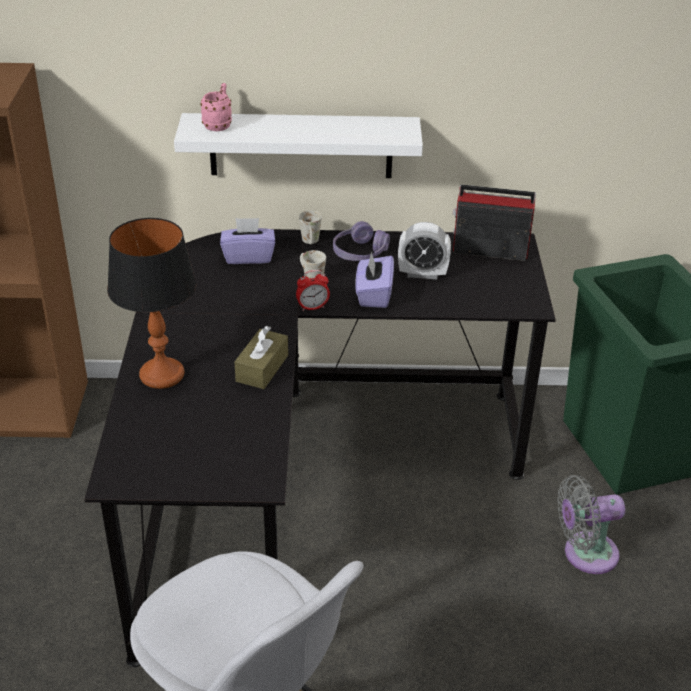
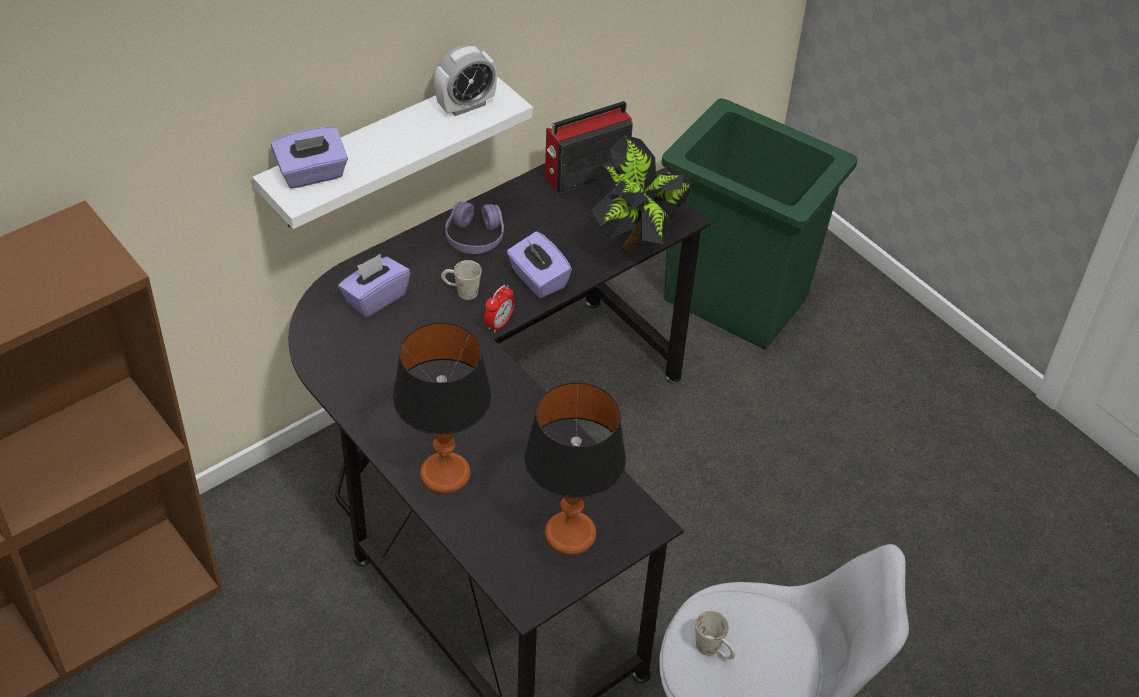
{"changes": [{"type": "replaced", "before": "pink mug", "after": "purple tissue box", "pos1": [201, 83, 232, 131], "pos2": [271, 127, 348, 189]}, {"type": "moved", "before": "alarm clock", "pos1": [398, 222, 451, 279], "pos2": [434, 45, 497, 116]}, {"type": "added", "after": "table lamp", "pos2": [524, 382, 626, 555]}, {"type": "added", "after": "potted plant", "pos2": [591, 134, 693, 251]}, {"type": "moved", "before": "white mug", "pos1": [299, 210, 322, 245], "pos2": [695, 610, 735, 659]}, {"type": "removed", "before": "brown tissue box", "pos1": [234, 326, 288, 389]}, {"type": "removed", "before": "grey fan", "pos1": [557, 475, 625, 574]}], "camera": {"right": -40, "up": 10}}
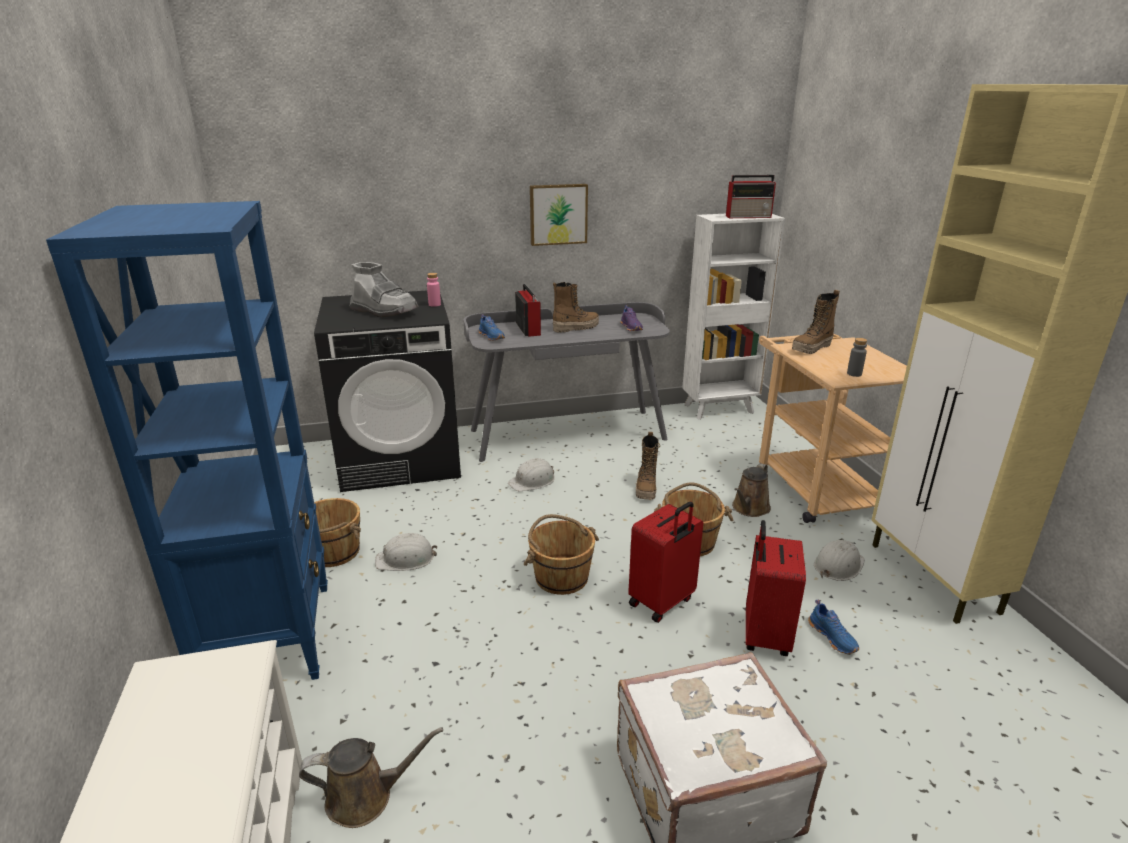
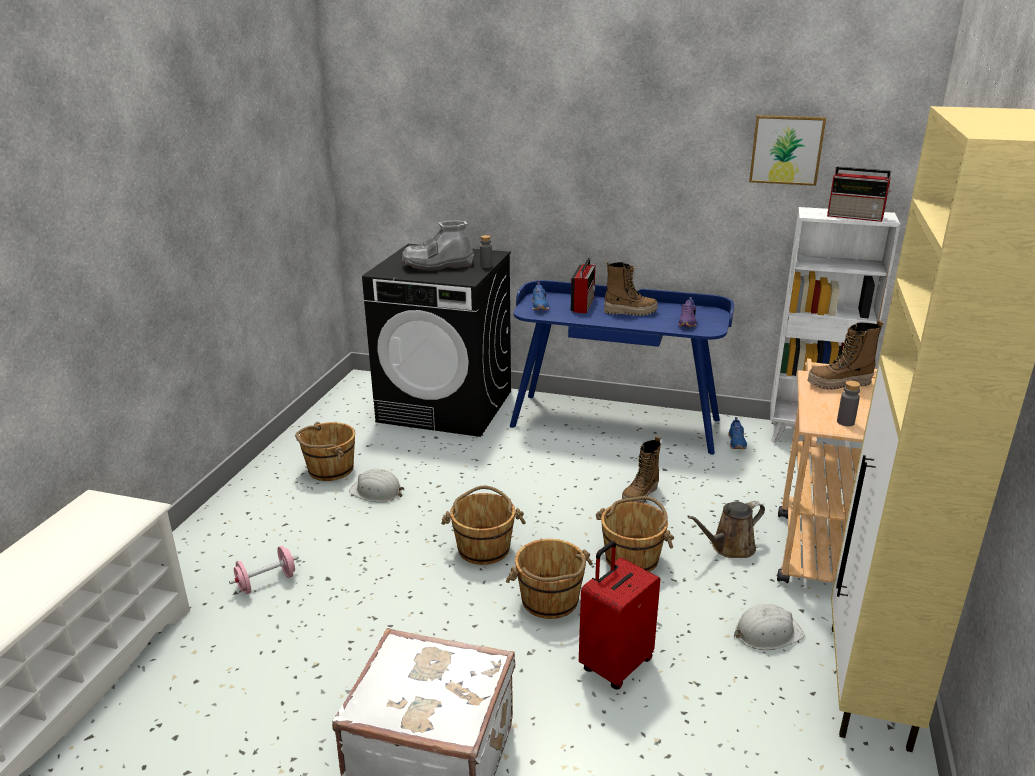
{"changes": [{"type": "added", "after": "pink dumbbell", "pos2": [229, 546, 299, 594]}, {"type": "turned", "before": "grey boot", "pos1": [349, 262, 419, 317], "pos2": [402, 221, 474, 271], "turn": 105}, {"type": "recoloured", "before": "pink bottle", "after": "grey bottle", "pos1": [427, 273, 441, 307], "pos2": [480, 235, 492, 268]}, {"type": "replaced", "before": "red suitcase", "after": "brown bucket", "pos1": [628, 502, 703, 623], "pos2": [506, 539, 593, 619]}, {"type": "recoloured", "before": "grey desk", "after": "blue desk", "pos1": [463, 302, 670, 462], "pos2": [510, 280, 734, 455]}, {"type": "moved", "before": "blue shoe", "pos1": [808, 599, 859, 654], "pos2": [728, 417, 747, 449]}, {"type": "moved", "before": "picture", "pos1": [530, 184, 588, 246], "pos2": [749, 115, 826, 186]}, {"type": "removed", "before": "blue bookcase", "pos1": [46, 201, 328, 680]}, {"type": "removed", "before": "brown watering can", "pos1": [299, 727, 443, 828]}, {"type": "removed", "before": "white hard hat", "pos1": [508, 458, 555, 491]}], "camera": {"right": 30, "up": 0}}
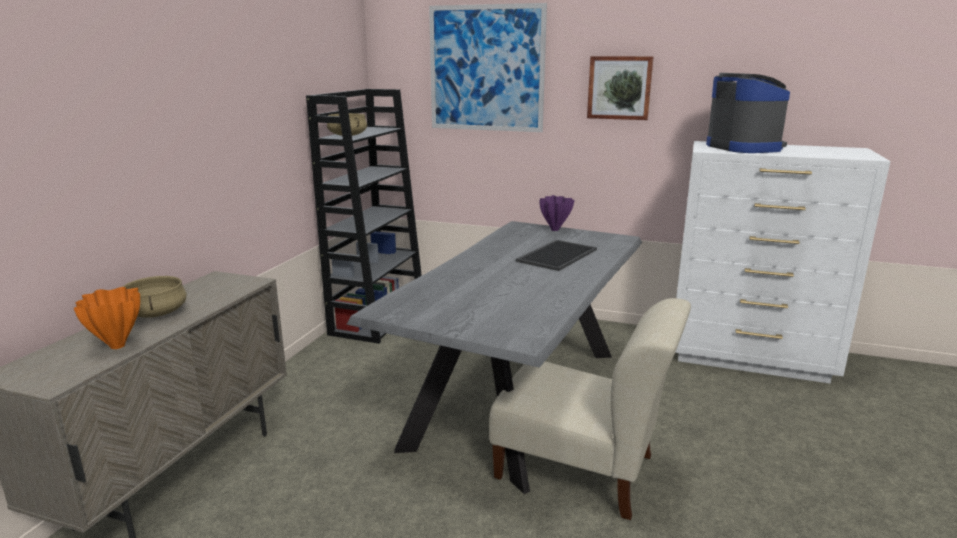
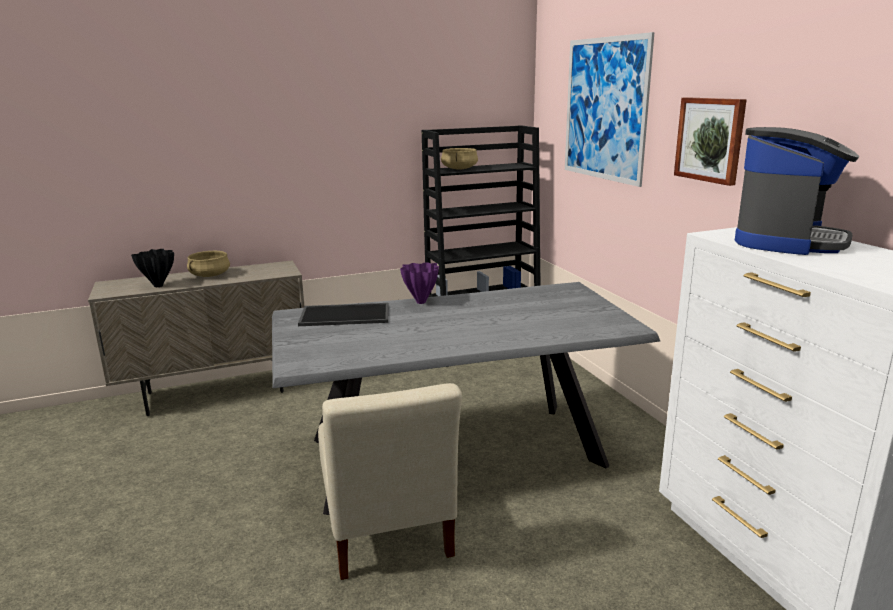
{"changes": [{"type": "recoloured", "before": "orange vase", "after": "black vase", "pos1": [74, 287, 140, 349], "pos2": [131, 249, 174, 287]}, {"type": "moved", "before": "tray", "pos1": [516, 240, 597, 271], "pos2": [298, 303, 388, 326]}, {"type": "moved", "before": "purple vase", "pos1": [539, 195, 575, 231], "pos2": [400, 262, 439, 304]}], "camera": {"right": 50, "up": 0}}
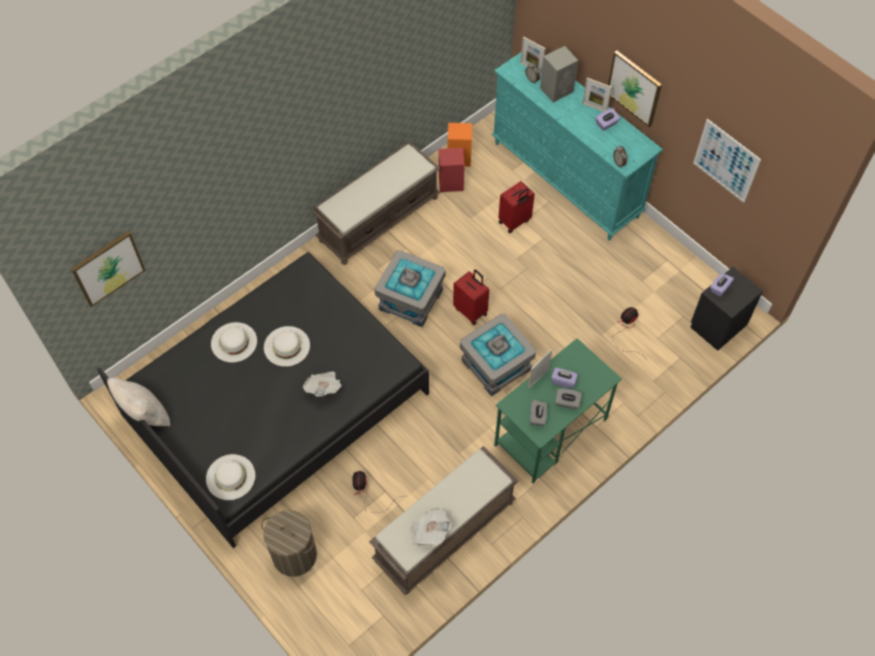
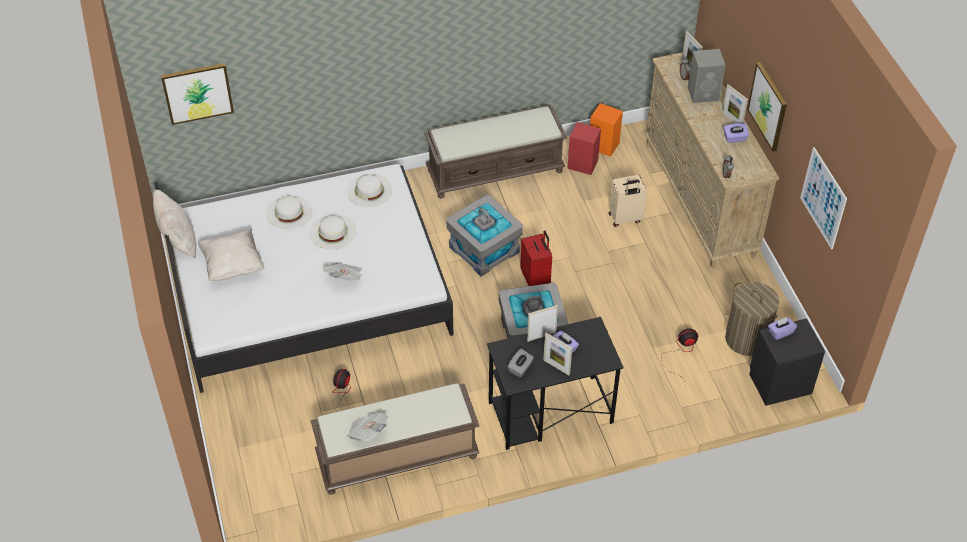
{"changes": [{"type": "recoloured", "before": "black bed", "after": "white bed", "pos1": [97, 252, 429, 548], "pos2": [154, 164, 453, 393]}, {"type": "added", "after": "beige pillow", "pos2": [198, 228, 265, 281]}, {"type": "moved", "before": "white hat", "pos1": [206, 454, 255, 500], "pos2": [347, 174, 392, 207]}, {"type": "recoloured", "before": "green desk", "after": "black desk", "pos1": [494, 338, 622, 484], "pos2": [487, 317, 624, 450]}, {"type": "replaced", "before": "grey tissue box", "after": "picture frame", "pos1": [555, 388, 582, 409], "pos2": [543, 333, 572, 375]}, {"type": "recoloured", "before": "red suitcase", "after": "beige suitcase", "pos1": [498, 181, 535, 233], "pos2": [609, 175, 647, 227]}, {"type": "recoloured", "before": "turquoise dresser", "after": "beige dresser", "pos1": [492, 52, 663, 241], "pos2": [644, 52, 779, 268]}, {"type": "moved", "before": "laundry basket", "pos1": [261, 510, 317, 577], "pos2": [725, 282, 779, 356]}], "camera": {"right": 25, "up": -10}}
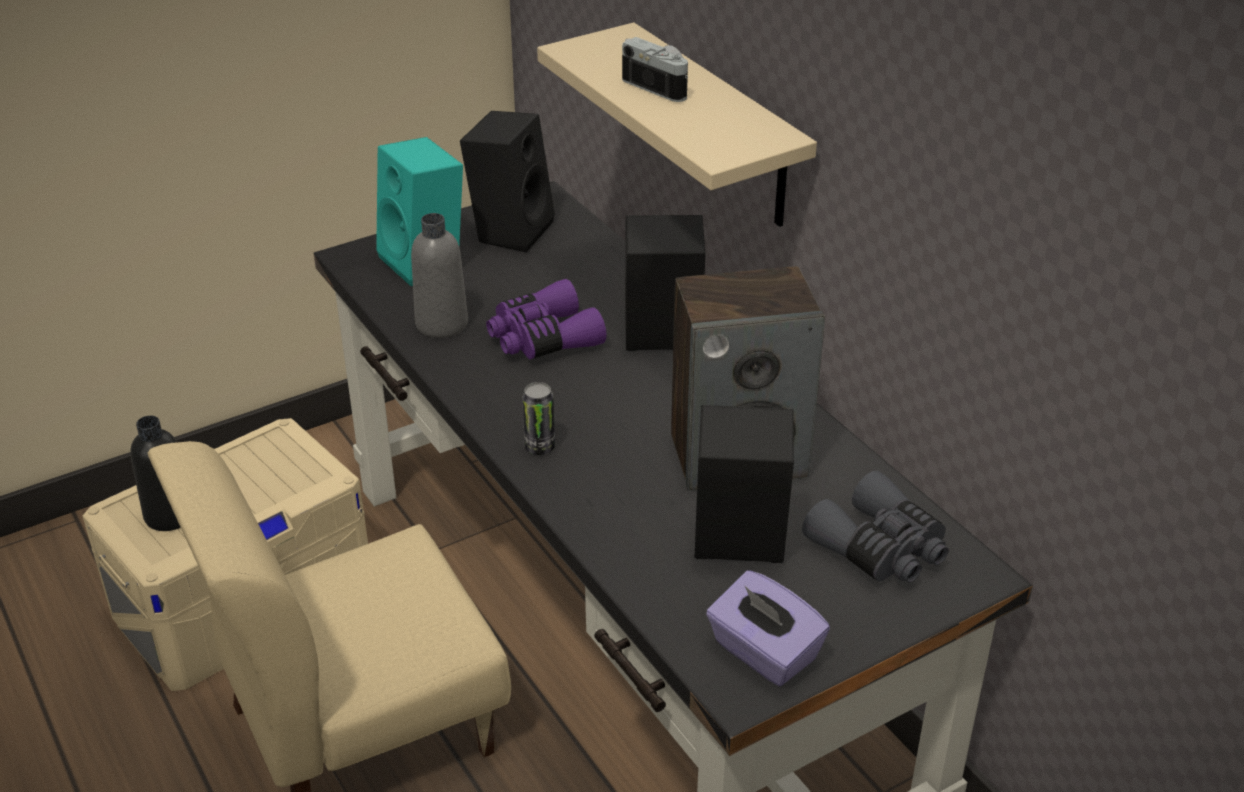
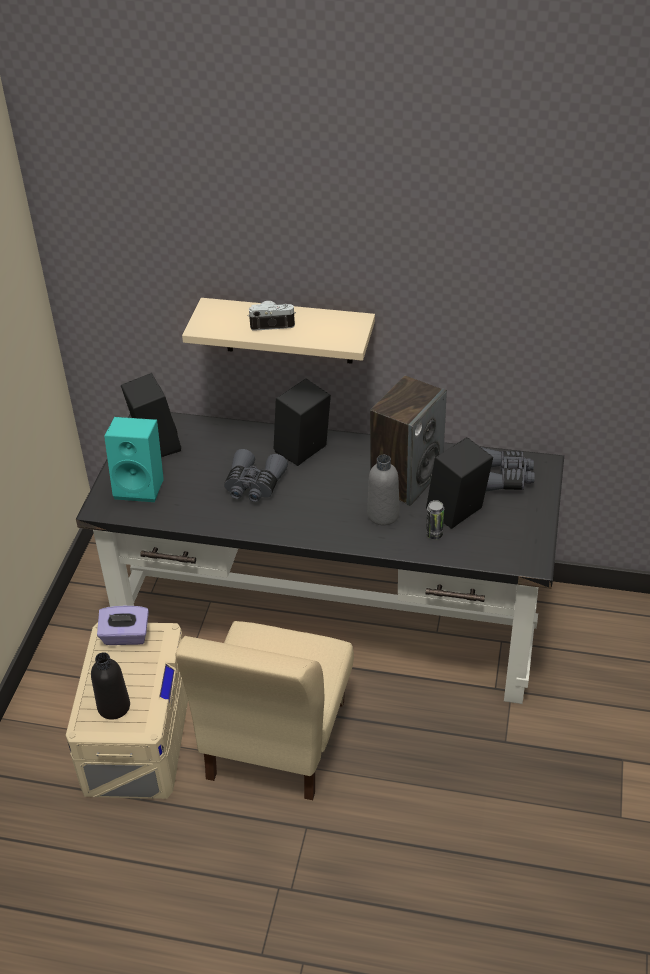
{"changes": [{"type": "moved", "before": "purple tissue box", "pos1": [706, 570, 830, 686], "pos2": [97, 606, 149, 645]}, {"type": "recoloured", "before": "purple binoculars", "after": "grey binoculars", "pos1": [486, 279, 606, 359], "pos2": [224, 449, 288, 502]}, {"type": "moved", "before": "grey bottle", "pos1": [411, 213, 468, 338], "pos2": [367, 455, 400, 526]}, {"type": "moved", "before": "can", "pos1": [522, 382, 555, 455], "pos2": [426, 500, 444, 539]}], "camera": {"right": -45, "up": 5}}
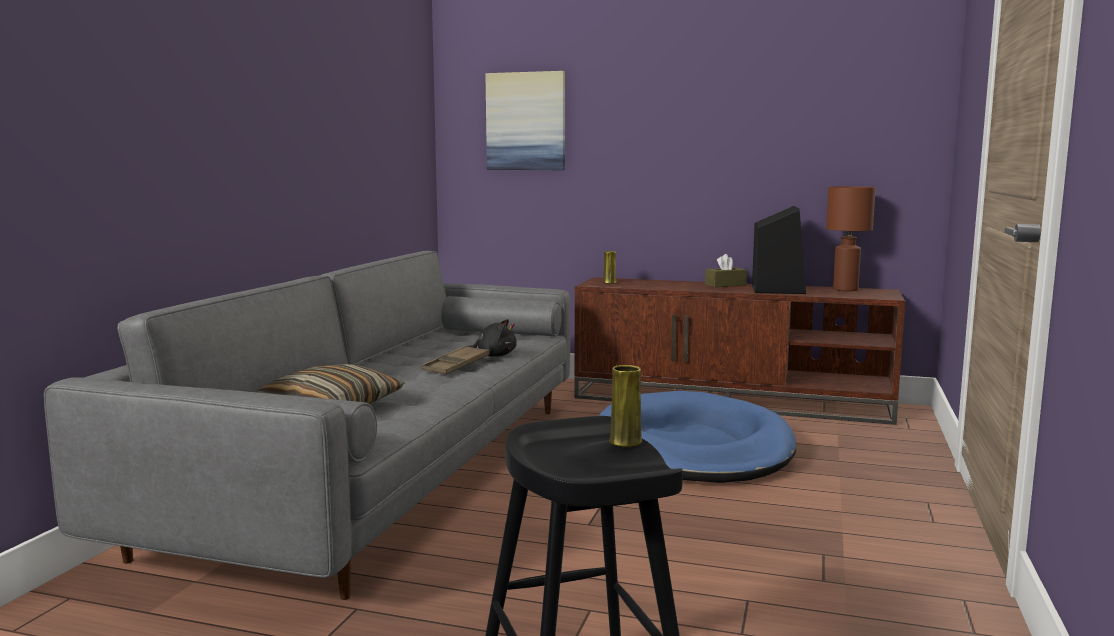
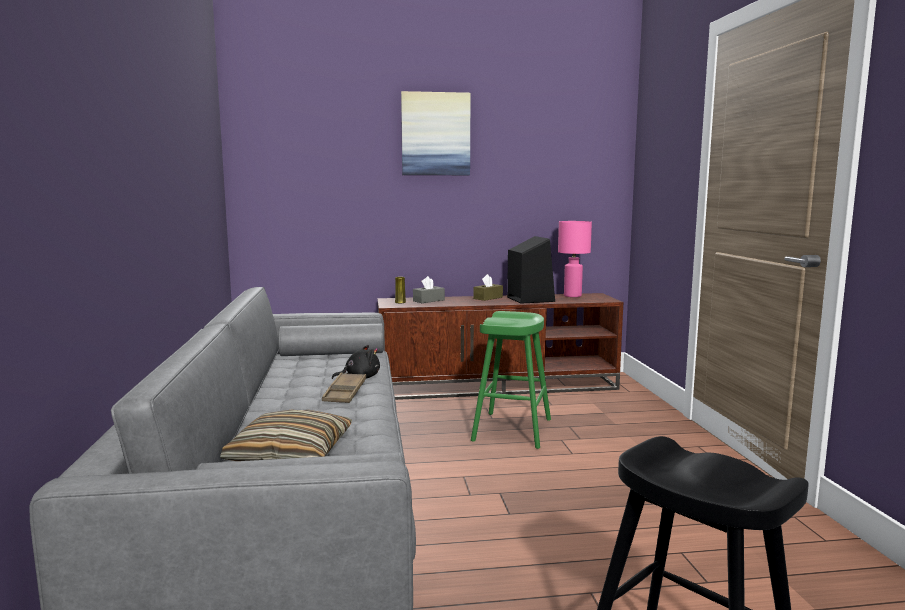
{"changes": [{"type": "moved", "before": "picture", "pos1": [485, 71, 565, 170], "pos2": [401, 91, 470, 175]}, {"type": "added", "after": "grey tissue box", "pos2": [413, 276, 445, 303]}, {"type": "replaced", "before": "blue dog bed", "after": "green stool", "pos1": [599, 391, 796, 483], "pos2": [471, 311, 551, 449]}, {"type": "recoloured", "before": "brown table lamp", "after": "pink table lamp", "pos1": [826, 186, 876, 291], "pos2": [558, 221, 592, 297]}, {"type": "removed", "before": "yellow vase", "pos1": [609, 365, 642, 447]}], "camera": {"right": -25, "up": 0}}
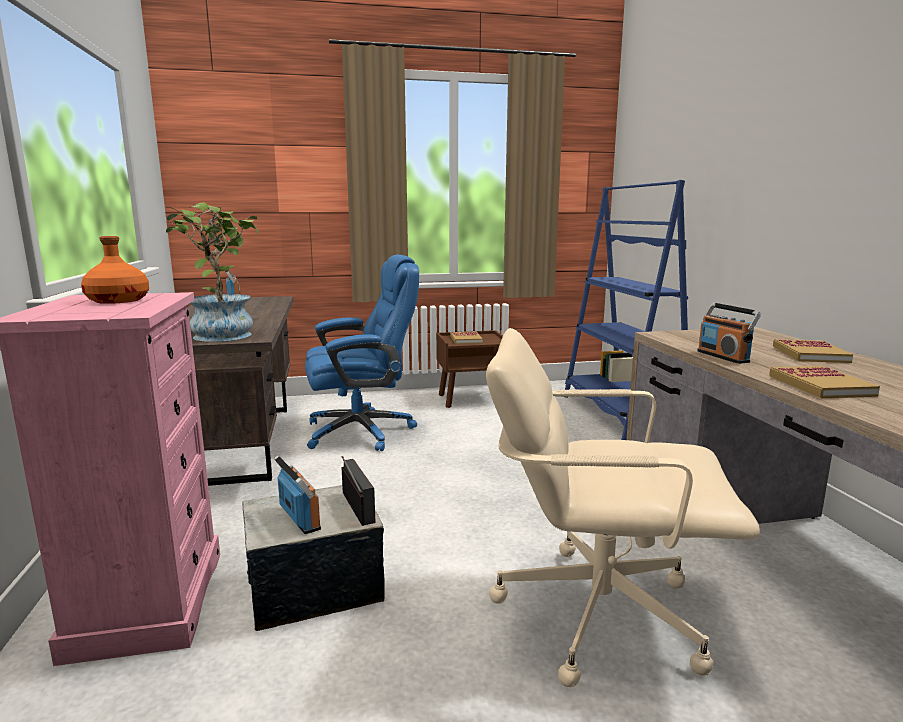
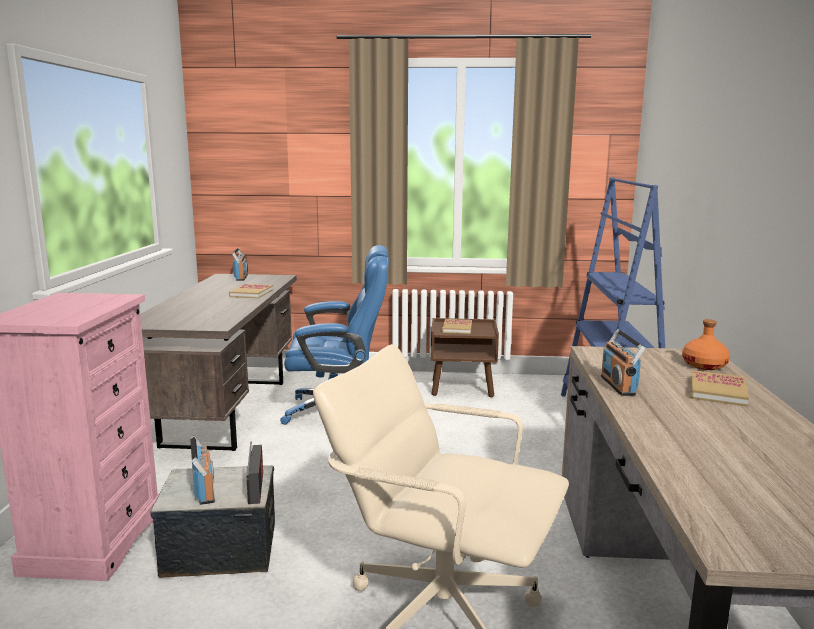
{"changes": [{"type": "moved", "before": "book", "pos1": [769, 366, 880, 398], "pos2": [229, 284, 273, 298]}, {"type": "moved", "before": "orange bottle", "pos1": [81, 236, 149, 304], "pos2": [682, 319, 730, 370]}, {"type": "removed", "before": "potted plant", "pos1": [166, 202, 258, 342]}], "camera": {"right": 15, "up": 0}}
